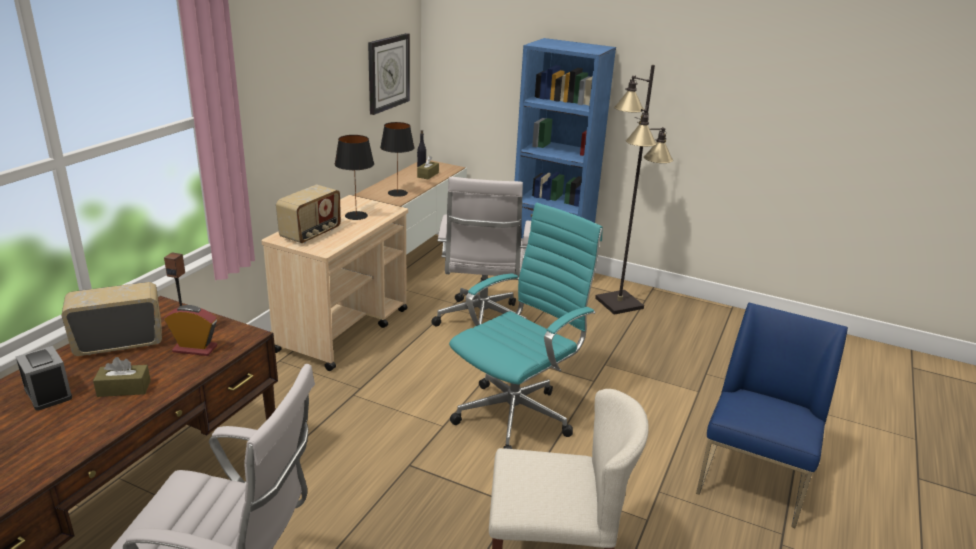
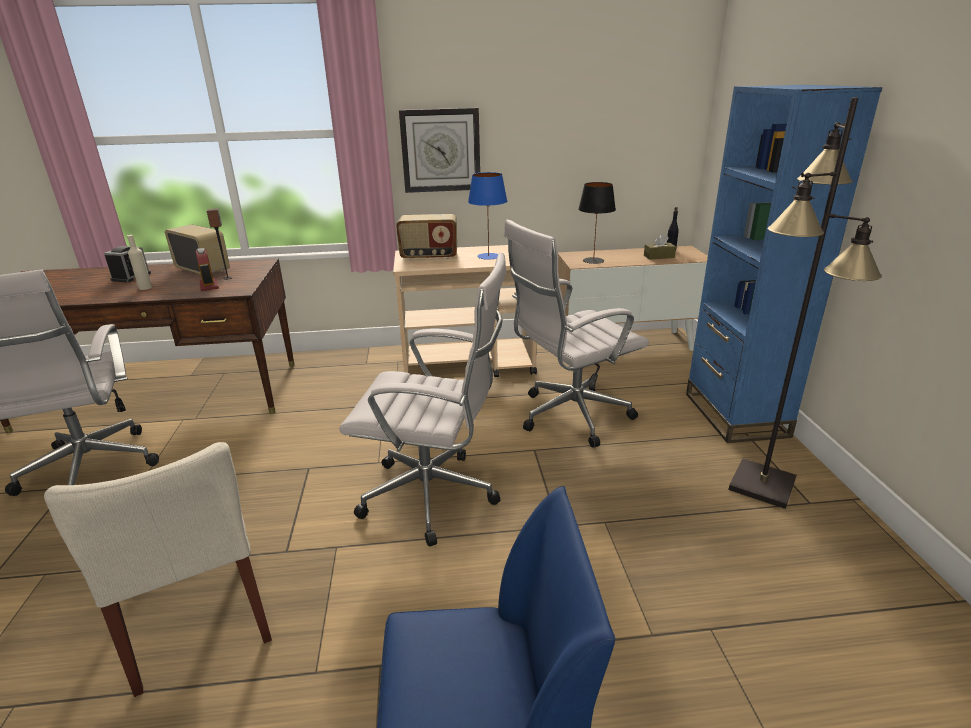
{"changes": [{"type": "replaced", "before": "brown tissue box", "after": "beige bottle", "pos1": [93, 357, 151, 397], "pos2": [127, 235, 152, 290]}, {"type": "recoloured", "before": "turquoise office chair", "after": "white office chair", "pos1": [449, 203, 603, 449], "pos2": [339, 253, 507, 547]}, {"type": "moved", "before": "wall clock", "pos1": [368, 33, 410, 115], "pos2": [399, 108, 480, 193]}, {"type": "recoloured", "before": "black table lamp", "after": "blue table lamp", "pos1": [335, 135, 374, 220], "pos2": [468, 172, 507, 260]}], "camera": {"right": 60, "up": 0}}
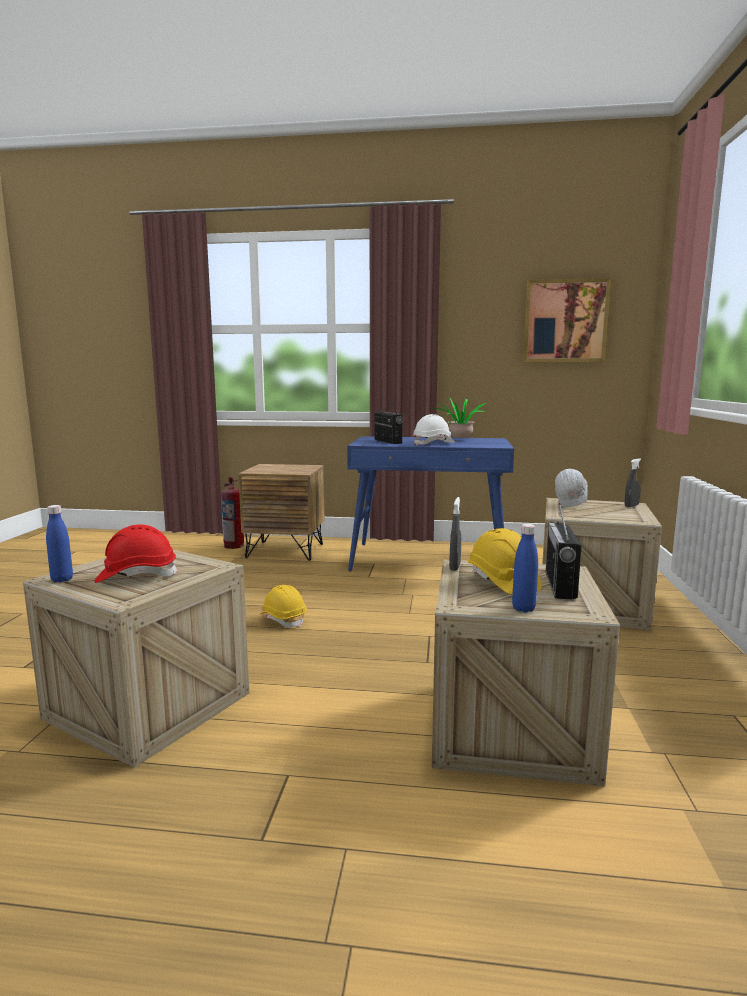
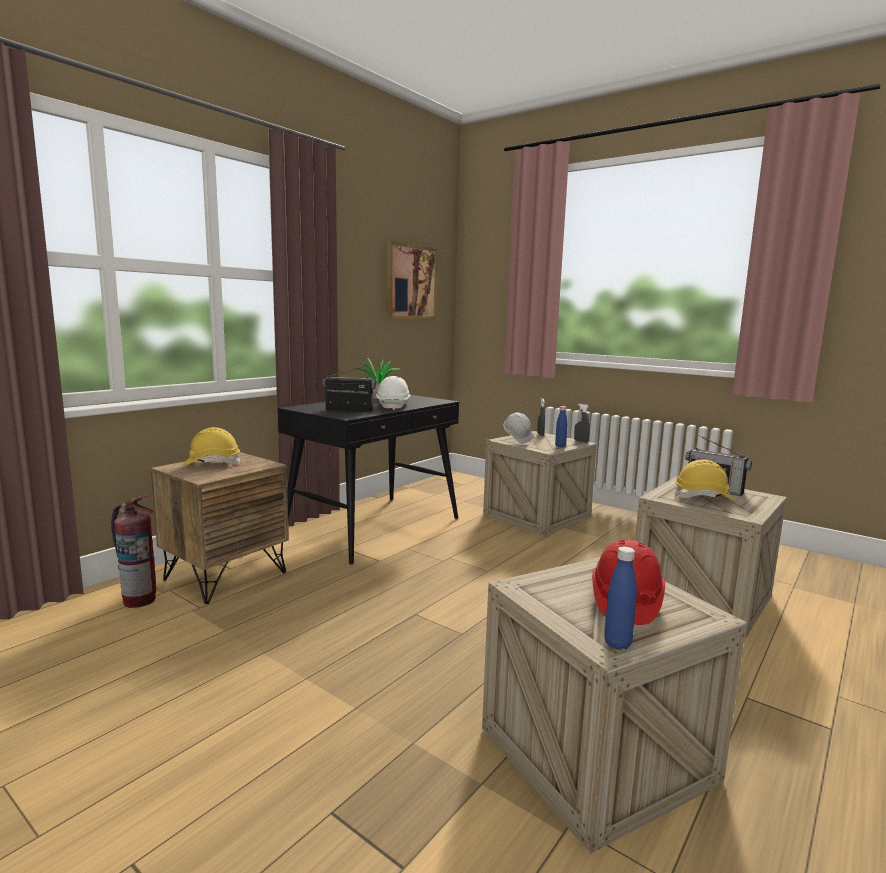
{"changes": [{"type": "moved", "before": "yellow hard hat", "pos1": [260, 585, 307, 628], "pos2": [182, 427, 241, 466]}, {"type": "recoloured", "before": "blue desk", "after": "black desk", "pos1": [347, 436, 514, 572], "pos2": [278, 395, 459, 564]}, {"type": "moved", "before": "blue bottle", "pos1": [512, 524, 538, 612], "pos2": [555, 406, 567, 447]}, {"type": "moved", "before": "grey spray bottle", "pos1": [449, 497, 461, 571], "pos2": [574, 404, 590, 443]}], "camera": {"right": -60, "up": 0}}
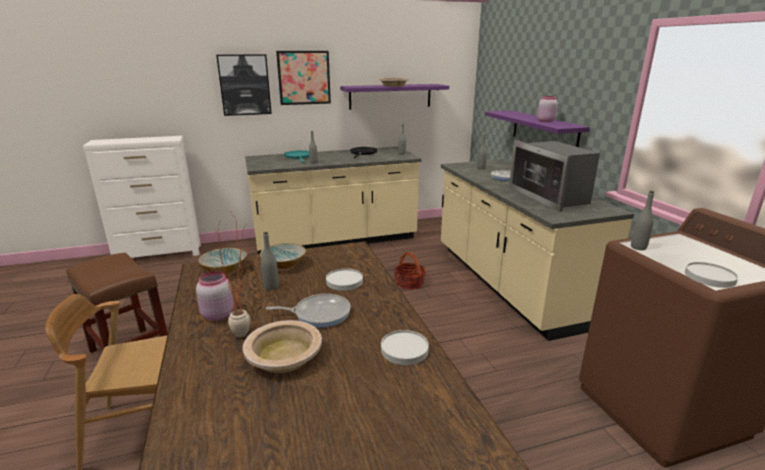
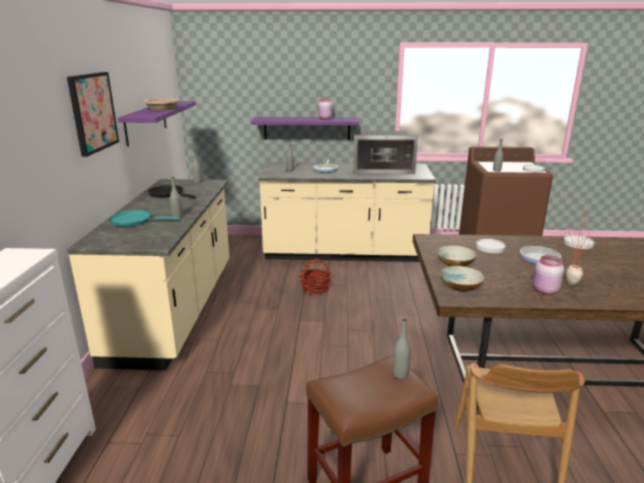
{"changes": [{"type": "moved", "before": "grey bottle", "pos1": [261, 232, 279, 290], "pos2": [393, 319, 411, 379]}, {"type": "removed", "before": "picture", "pos1": [216, 55, 272, 116]}, {"type": "removed", "before": "beige bowl", "pos1": [243, 320, 322, 373]}], "camera": {"right": -70, "up": 0}}
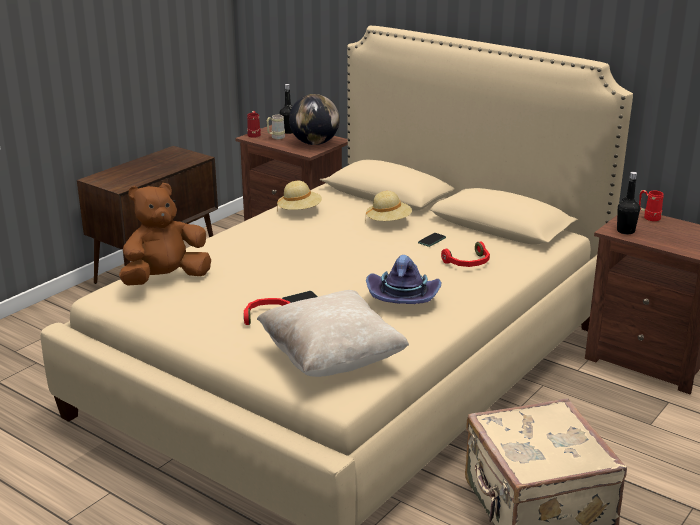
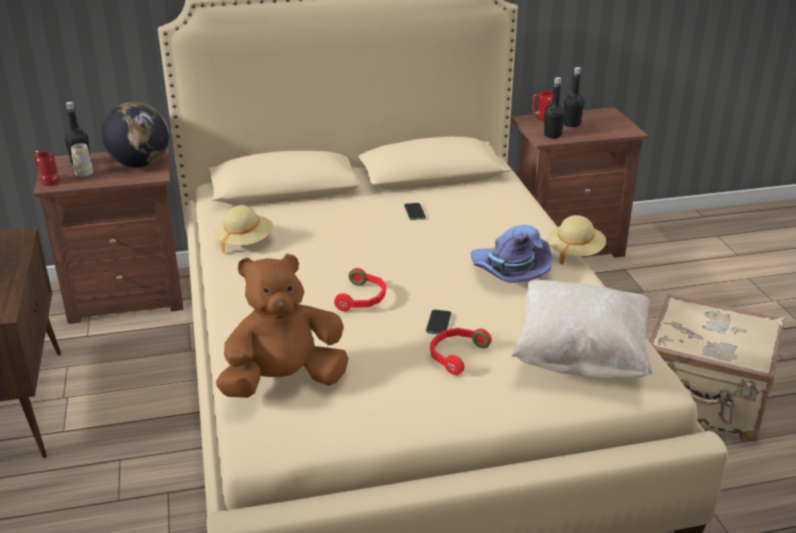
{"changes": [{"type": "turned", "before": "brown plush toy", "pos1": [119, 183, 211, 285], "pos2": [216, 254, 349, 398], "turn": 60}, {"type": "moved", "before": "red headphones", "pos1": [441, 242, 490, 267], "pos2": [334, 268, 386, 311]}, {"type": "moved", "before": "beige hat", "pos1": [366, 191, 412, 221], "pos2": [547, 215, 606, 265]}, {"type": "added", "after": "black bottle", "pos2": [564, 67, 585, 127]}], "camera": {"right": -50, "up": 5}}
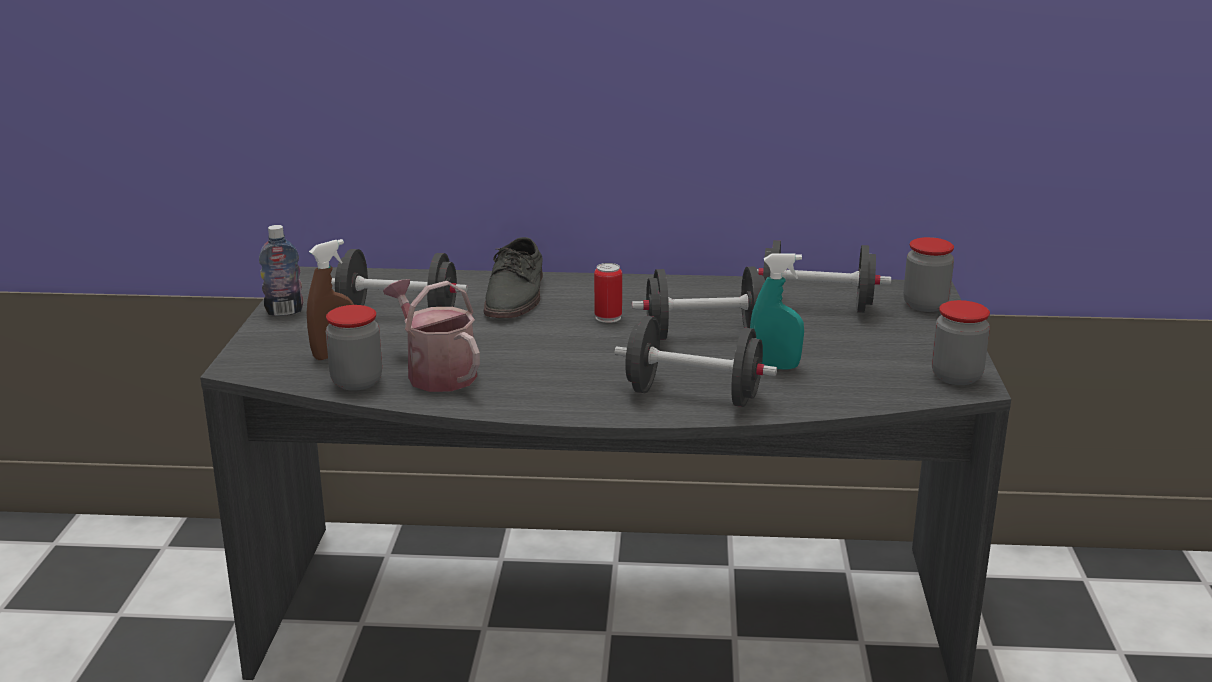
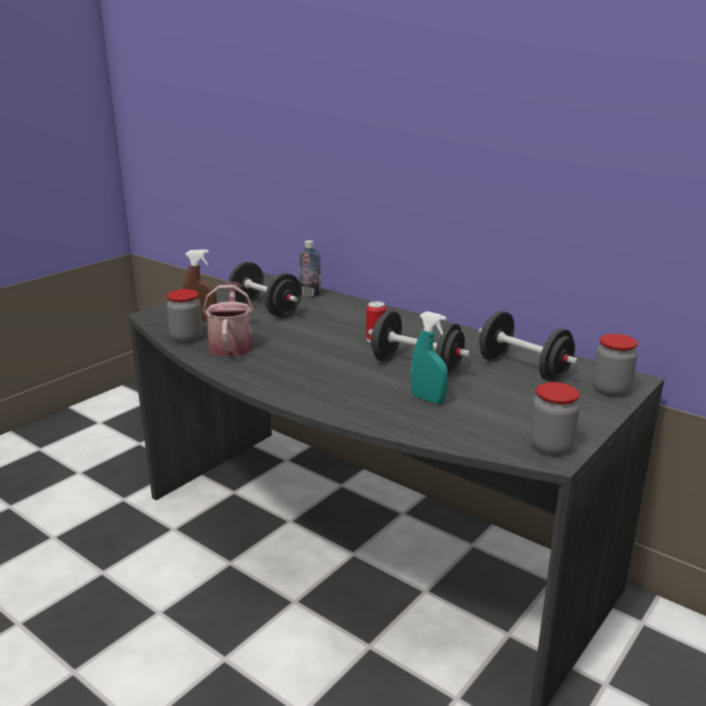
{"changes": [{"type": "moved", "before": "bottle", "pos1": [259, 225, 304, 316], "pos2": [298, 240, 322, 296]}, {"type": "removed", "before": "grey shoe", "pos1": [484, 237, 543, 318]}, {"type": "removed", "before": "black dumbbell", "pos1": [615, 316, 777, 407]}], "camera": {"right": 35, "up": 0}}
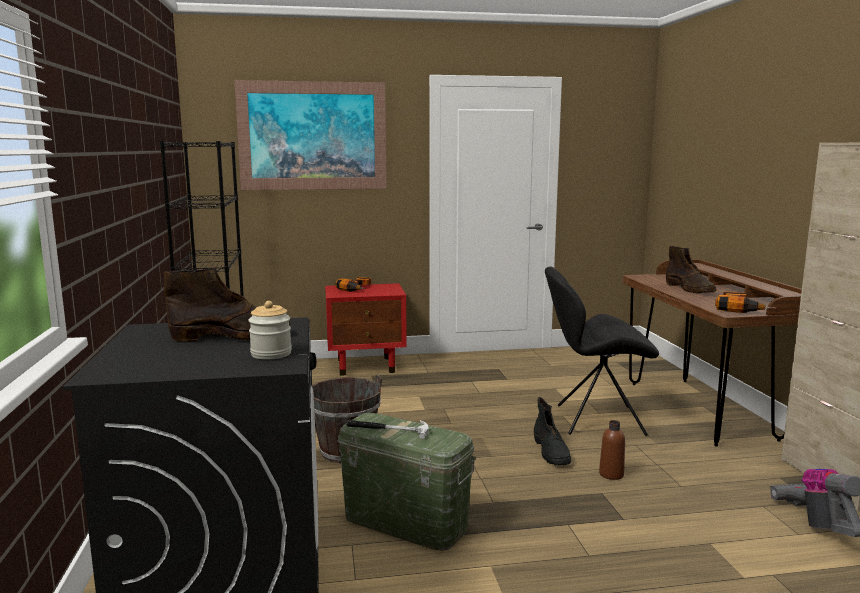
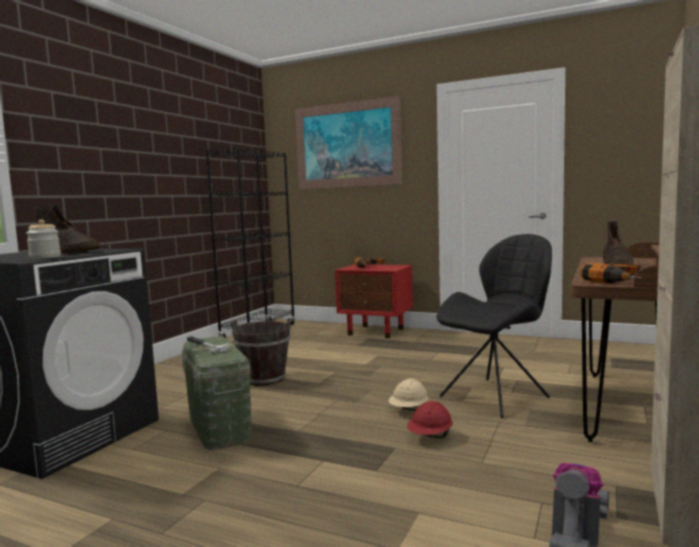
{"changes": [{"type": "replaced", "before": "black boot", "after": "beige hard hat", "pos1": [534, 397, 572, 465], "pos2": [389, 379, 429, 411]}, {"type": "replaced", "before": "brown bottle", "after": "red hard hat", "pos1": [599, 420, 625, 480], "pos2": [407, 401, 453, 438]}, {"type": "turned", "before": "black chair", "pos1": [545, 266, 659, 436], "pos2": [436, 234, 552, 418], "turn": 105}], "camera": {"right": 35, "up": -5}}
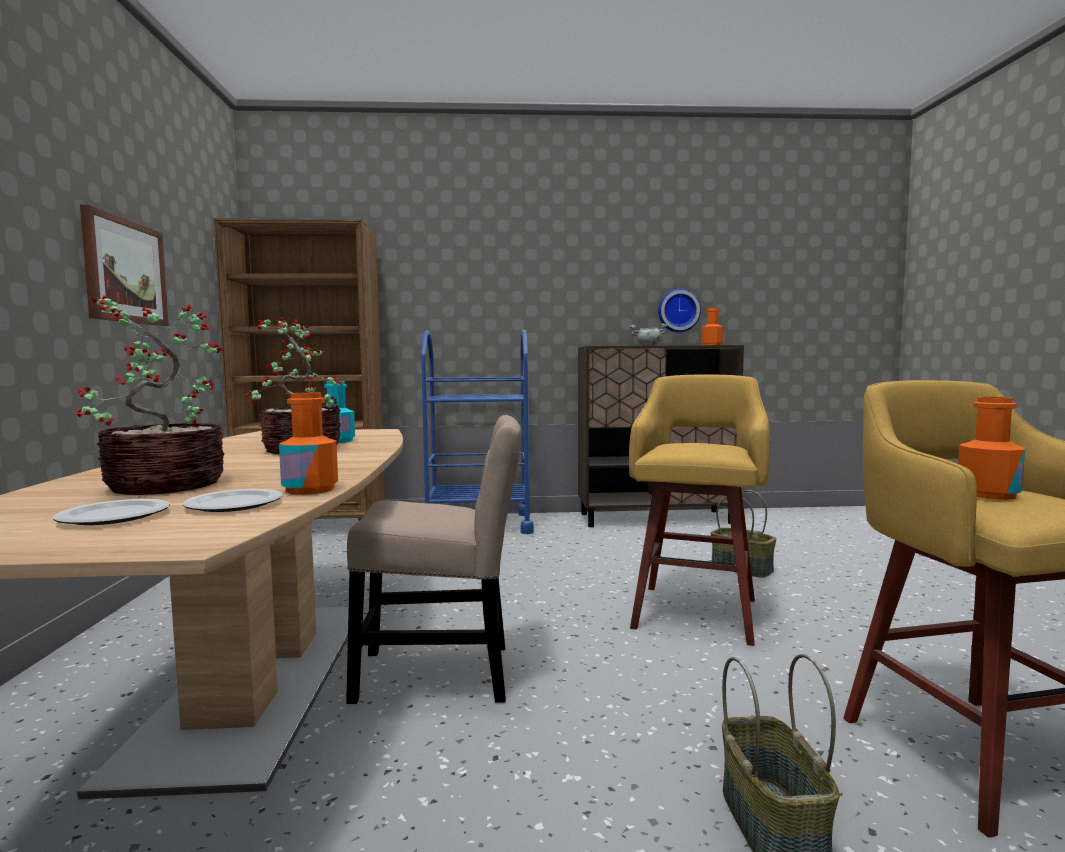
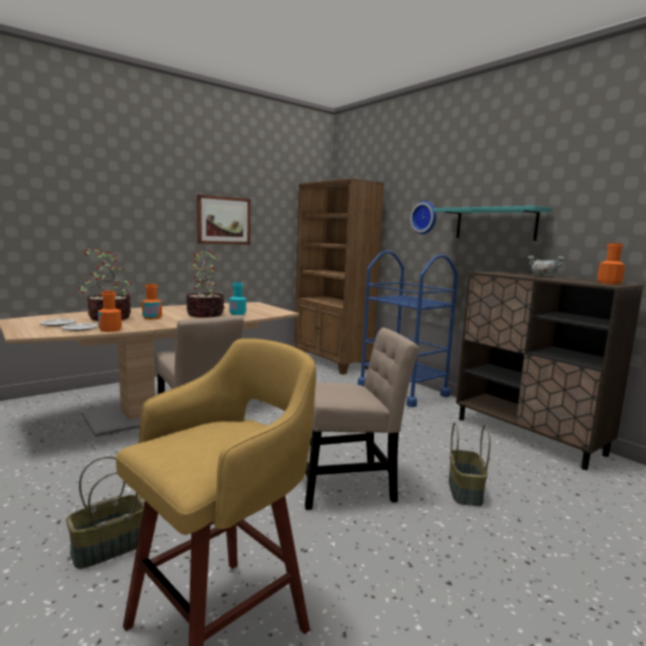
{"changes": [{"type": "moved", "before": "orange bottle", "pos1": [958, 397, 1025, 500], "pos2": [142, 284, 162, 319]}, {"type": "replaced", "before": "yellow stool", "after": "beige chair", "pos1": [629, 374, 770, 646], "pos2": [305, 328, 419, 510]}, {"type": "moved", "before": "wall clock", "pos1": [658, 289, 701, 332], "pos2": [410, 201, 436, 234]}, {"type": "added", "after": "turquoise shelf", "pos2": [433, 206, 552, 241]}], "camera": {"right": 55, "up": 5}}
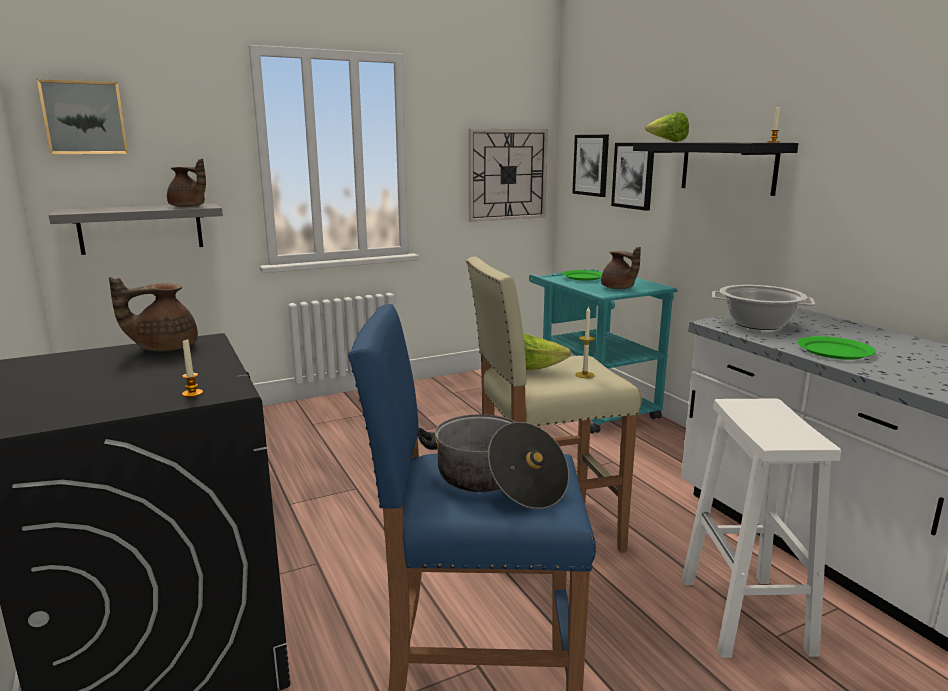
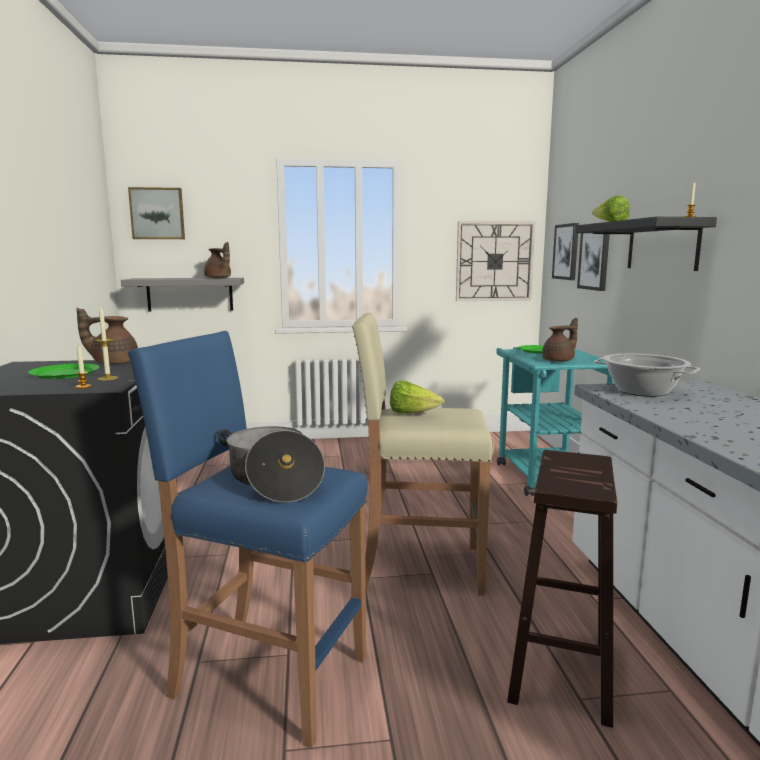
{"changes": [{"type": "moved", "before": "green plate", "pos1": [797, 336, 876, 360], "pos2": [28, 363, 100, 379]}, {"type": "moved", "before": "candle", "pos1": [576, 306, 595, 378], "pos2": [95, 308, 118, 380]}, {"type": "recoloured", "before": "white stool", "after": "brown stool", "pos1": [682, 399, 841, 658], "pos2": [507, 450, 617, 728]}, {"type": "turned", "before": "brown teapot", "pos1": [601, 247, 641, 289], "pos2": [542, 318, 578, 362], "turn": -105}], "camera": {"right": 20, "up": -5}}
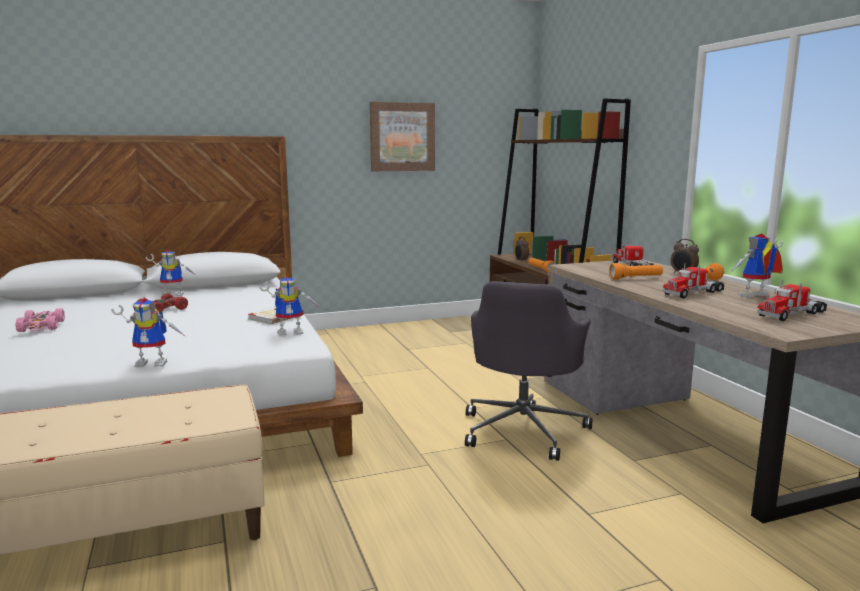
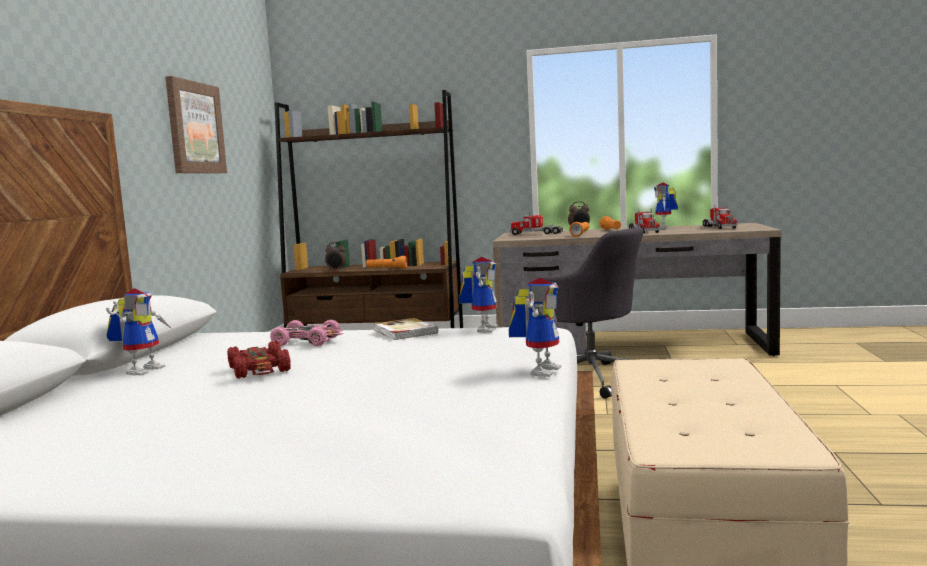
{"changes": [{"type": "moved", "before": "pink toy car", "pos1": [15, 308, 65, 332], "pos2": [270, 320, 344, 346]}], "camera": {"right": -60, "up": -5}}
